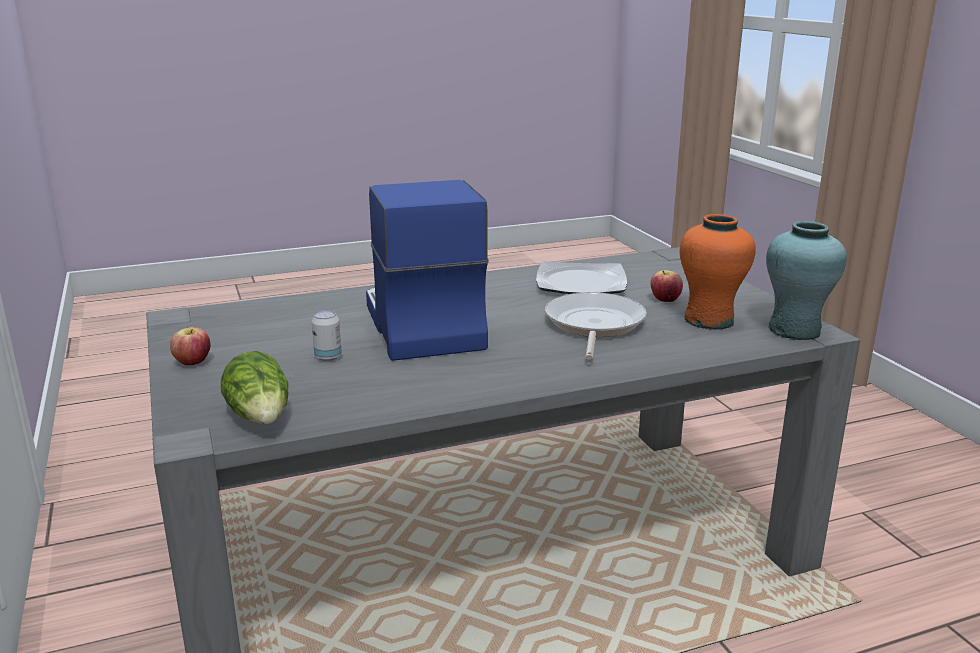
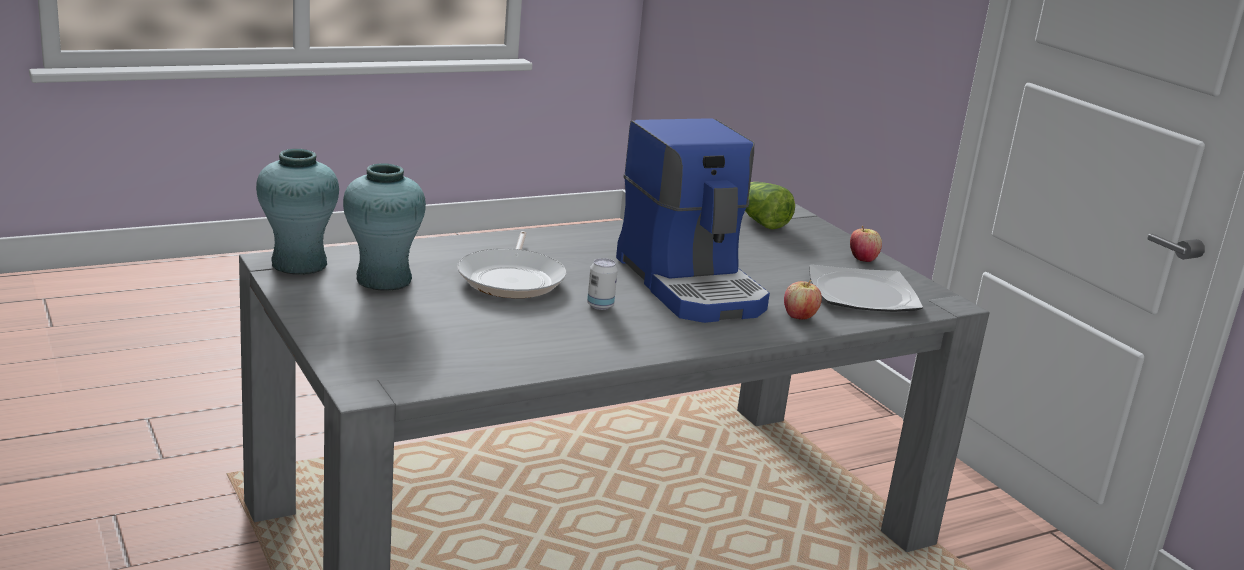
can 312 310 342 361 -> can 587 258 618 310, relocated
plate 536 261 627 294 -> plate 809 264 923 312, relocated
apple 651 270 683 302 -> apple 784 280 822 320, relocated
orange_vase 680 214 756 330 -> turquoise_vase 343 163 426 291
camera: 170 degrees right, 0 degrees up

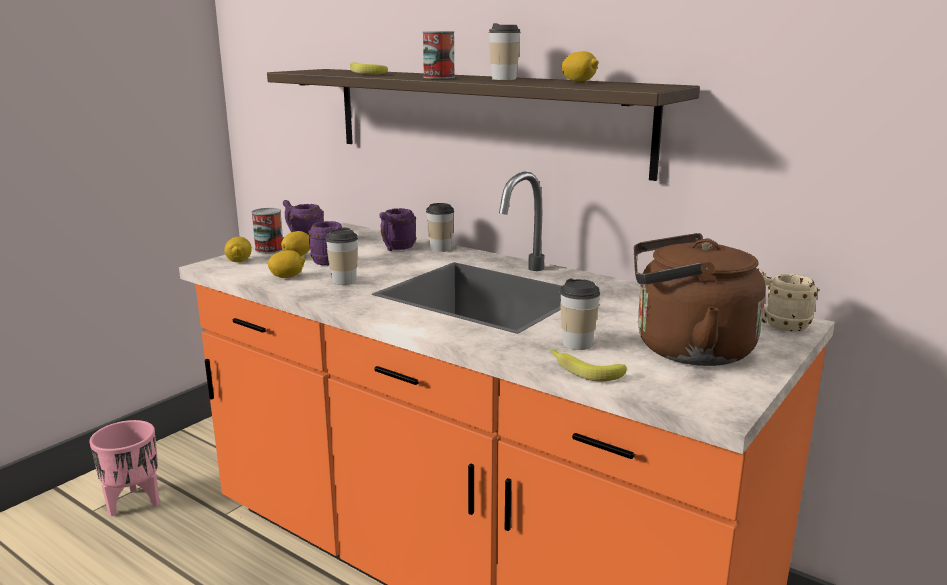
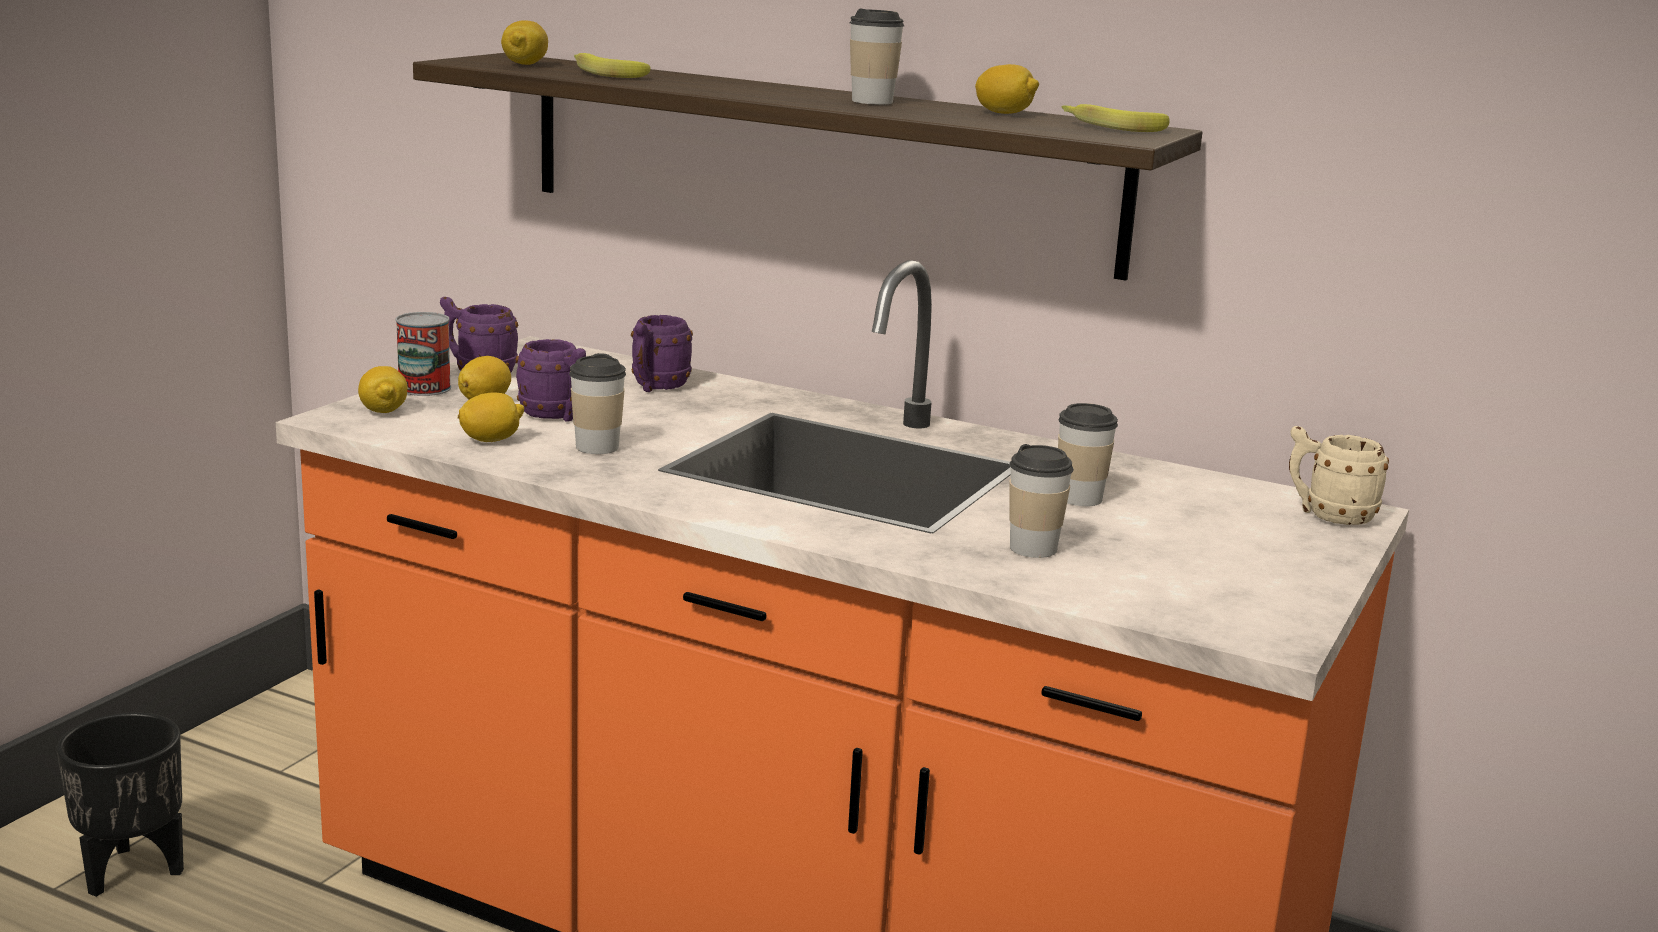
can 422 31 455 79 -> none
brown_kettle 634 233 766 366 -> none
none -> lemon 501 20 548 65
cup 426 203 454 252 -> cup 1058 403 1118 506, relocated
banana 550 350 627 381 -> banana 1061 104 1170 132, relocated
pink_planter 89 420 160 517 -> black_planter 57 712 184 897
camera: 10 degrees left, 0 degrees up

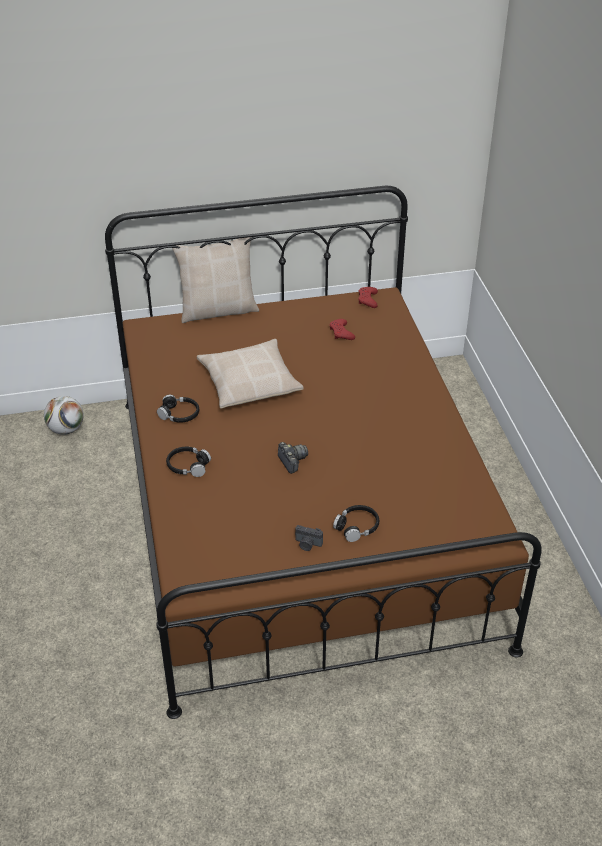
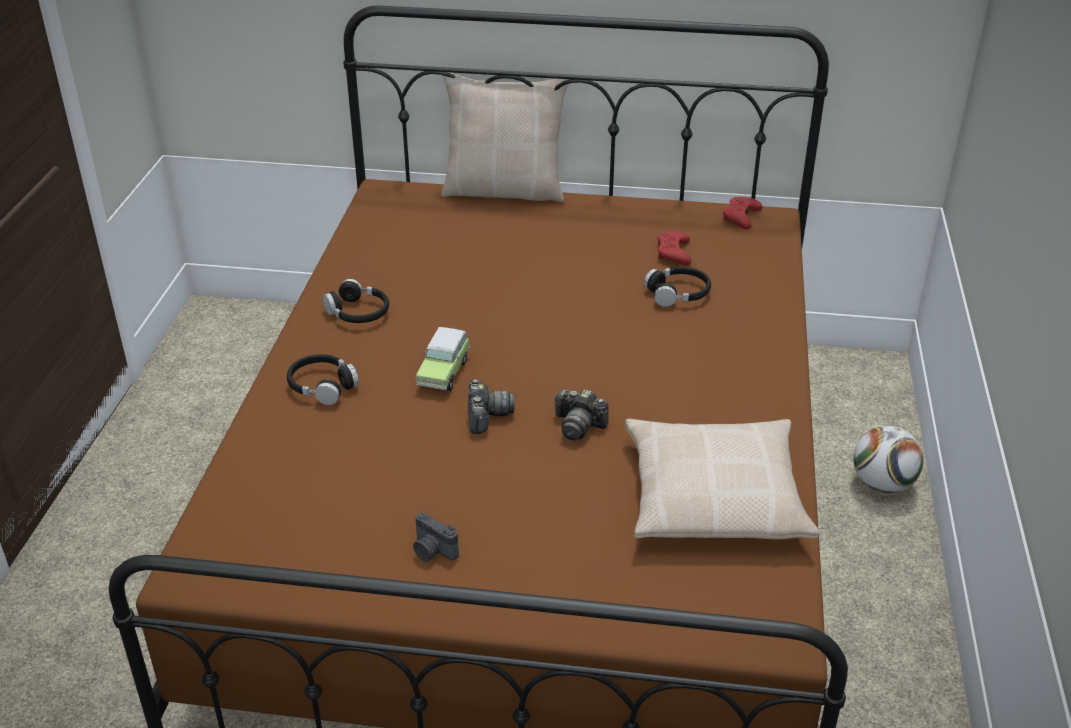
none -> toy_car 415 327 470 391
none -> photo_camera 554 389 609 441
football 44 396 84 435 -> football 853 426 923 493, relocated
beige_pillow 197 339 304 409 -> beige_pillow 625 419 819 539, relocated
black_headphones 333 505 379 542 -> black_headphones 644 267 711 307, relocated
camera: 20 degrees right, 5 degrees down

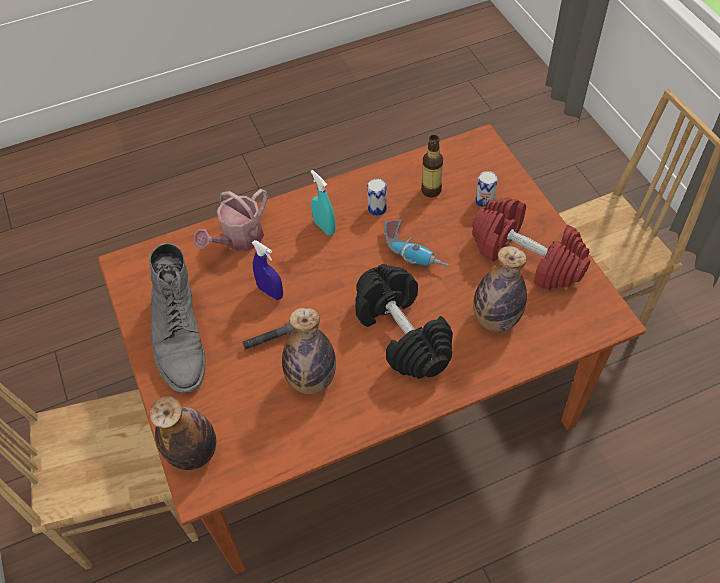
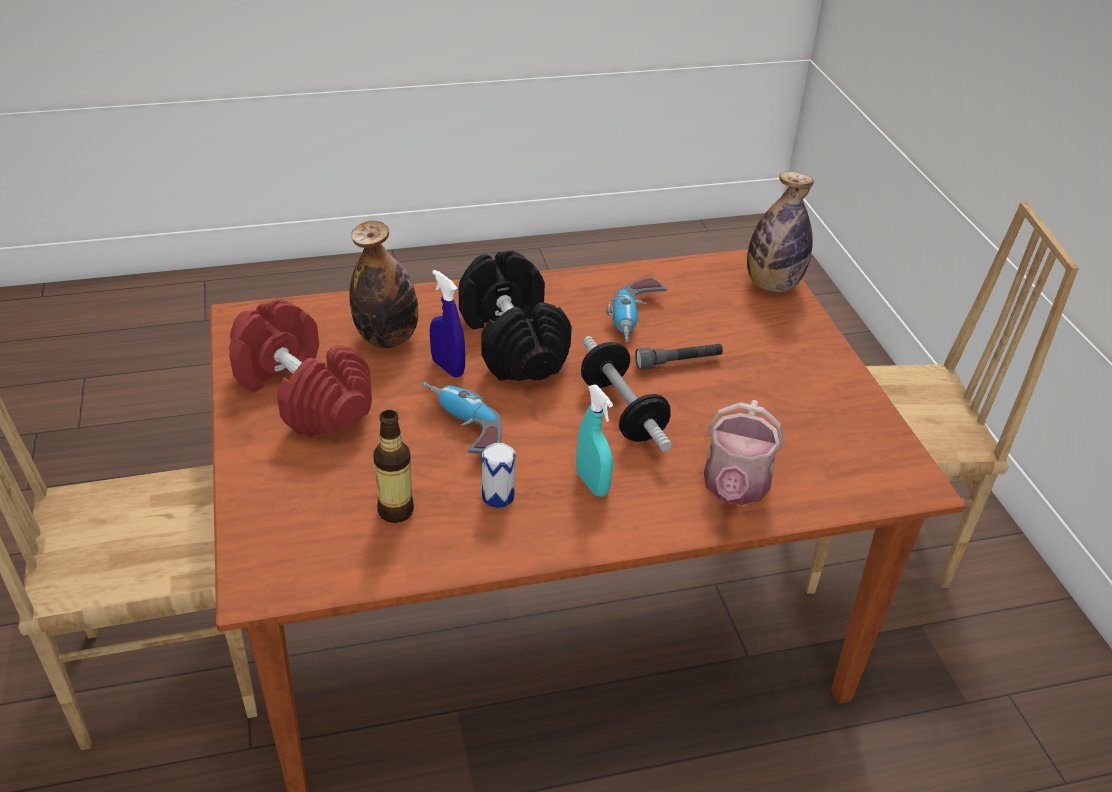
grey_boot 149 243 206 392 -> none
can 475 171 498 208 -> none
none -> dumbbell 581 336 672 452
blue_spray_bottle 252 240 283 300 -> blue_spray_bottle 430 270 465 378, relocated
bottle 282 308 336 394 -> power_drill 606 277 667 342
watering_can 194 189 268 251 -> watering_can 704 400 784 505, 150 degrees clockwise
camera: 175 degrees left, 15 degrees down

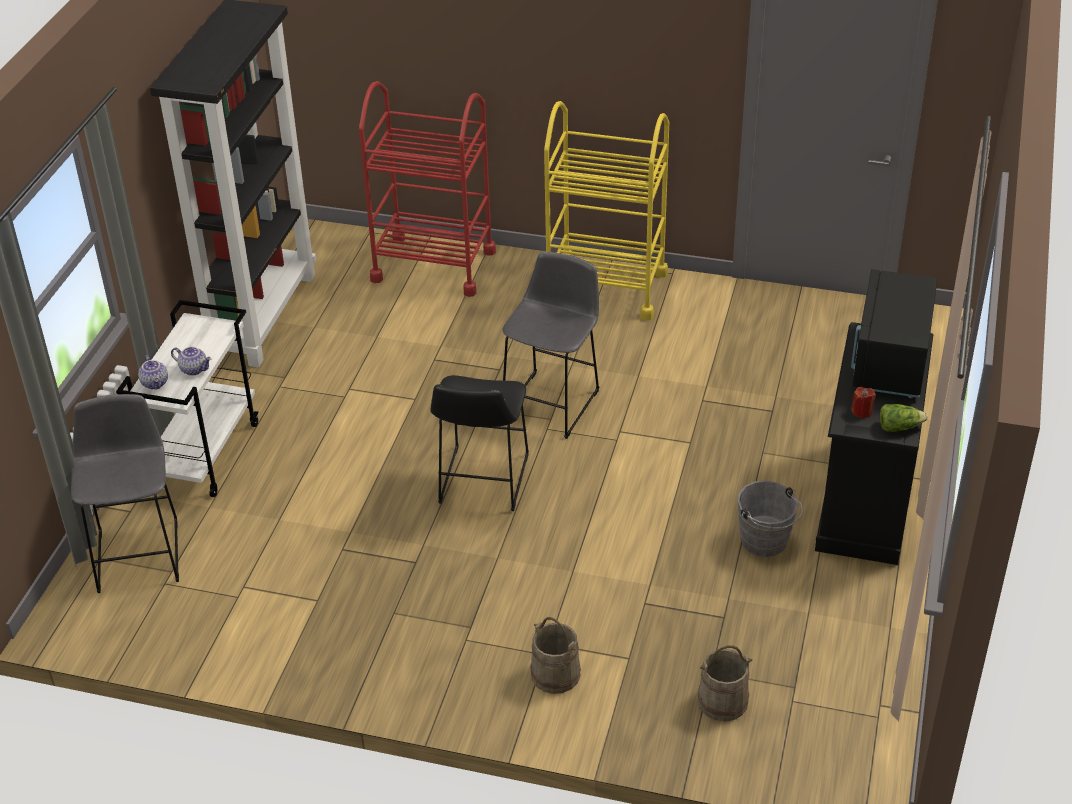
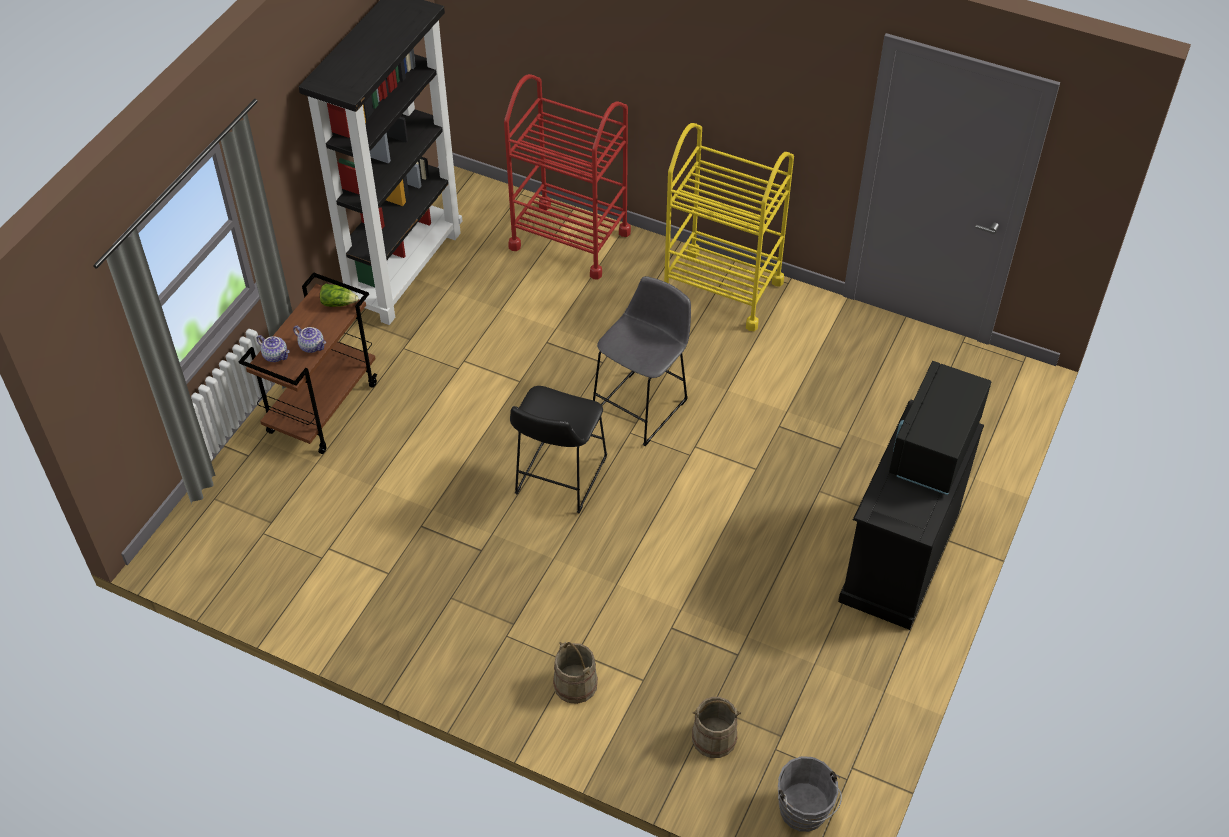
grey_stool 71 394 179 593 -> none
red_candle 851 387 876 418 -> none
grey_bucket 737 480 803 557 -> grey_bucket 778 756 842 832, relocated
lettuce 879 404 928 432 -> lettuce 320 284 358 307, relocated
white_cart 116 300 258 497 -> brown_cart 239 272 377 454
teapot 138 355 168 390 -> teapot 256 335 290 362, 45 degrees counterclockwise
camera: 10 degrees right, 10 degrees up

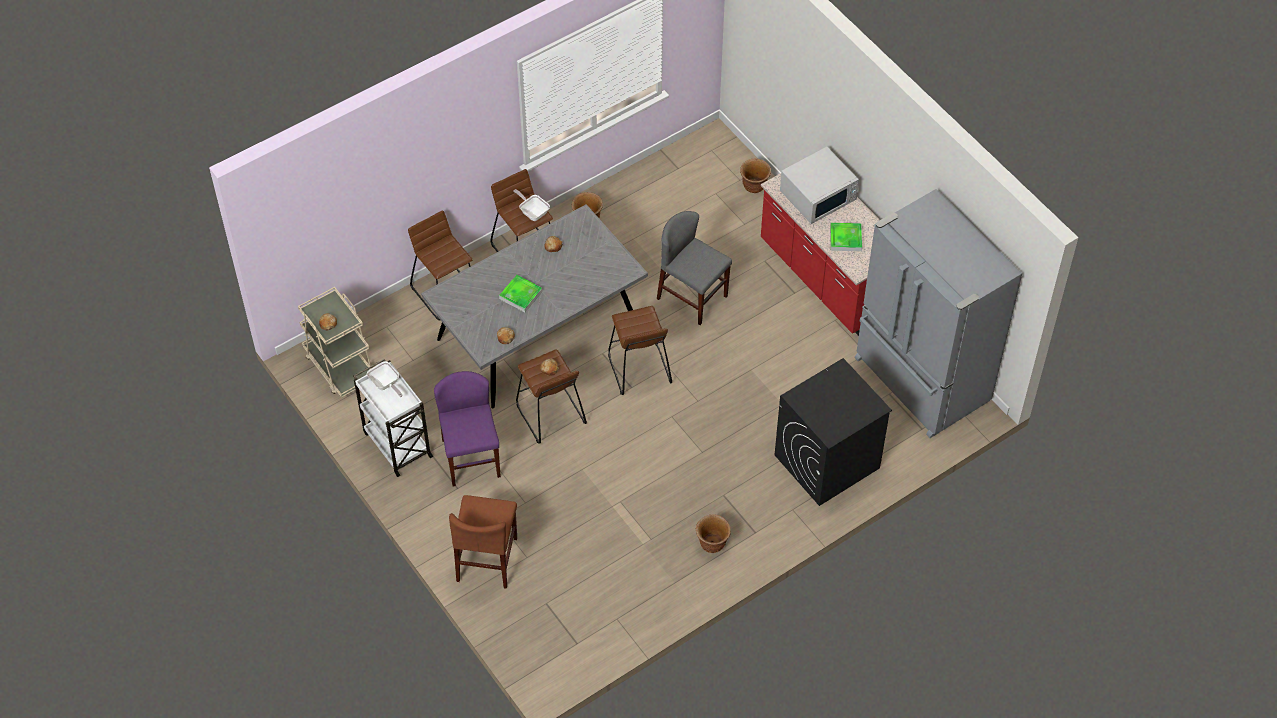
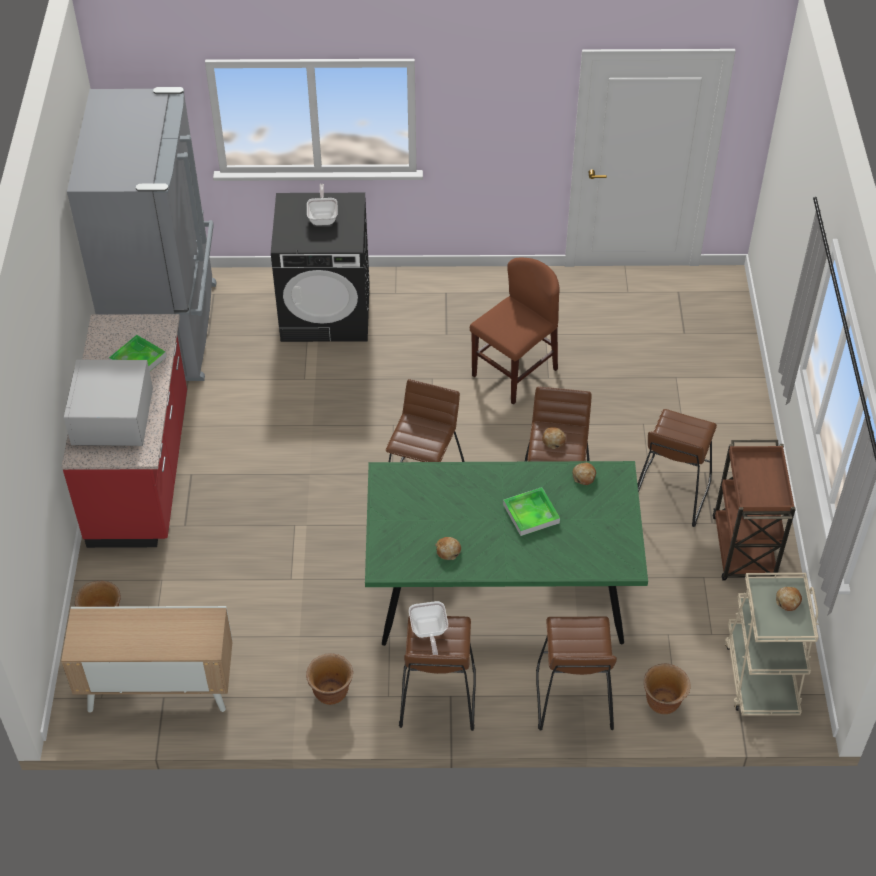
grey_chair 657 211 732 325 -> none
none -> cabinet 61 606 233 713
frying_pan 367 361 402 397 -> frying_pan 307 184 338 225, relocated
brown_chair 449 495 517 589 -> brown_chair 470 258 560 405, relocated
brown_planter 696 514 731 553 -> brown_planter 644 664 691 714, relocated
purple_chair 434 371 501 486 -> brown_stool 638 409 717 527
white_cart 354 359 433 477 -> brown_cart 712 440 796 580
grey_dining_table 421 204 648 408 -> green_dining_table 365 461 648 646
white_microwave 780 147 859 224 -> white_microwave 64 360 153 446, 90 degrees counterclockwise
camera: 145 degrees left, 5 degrees down

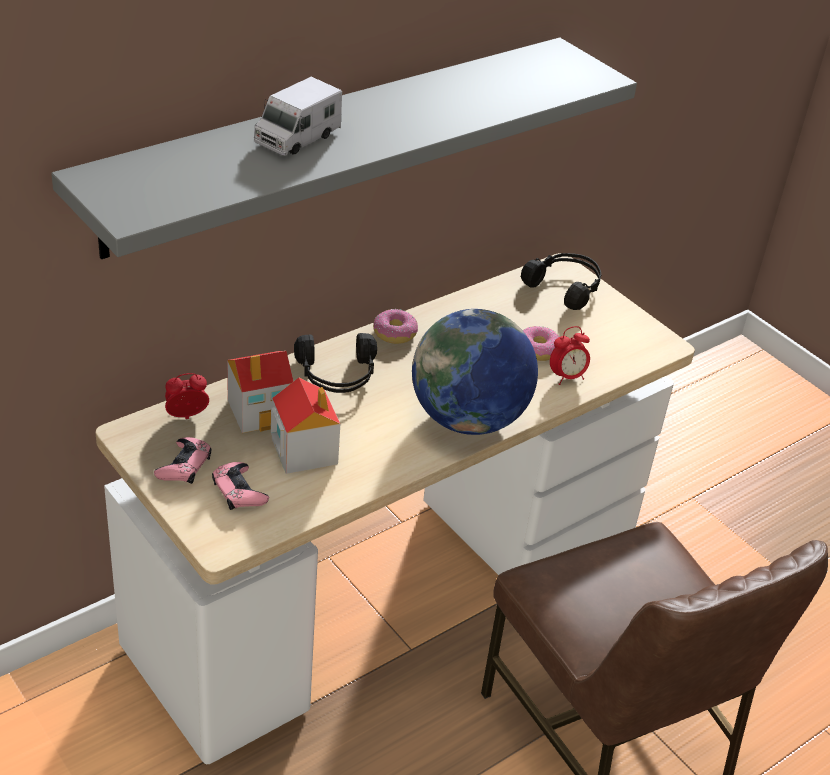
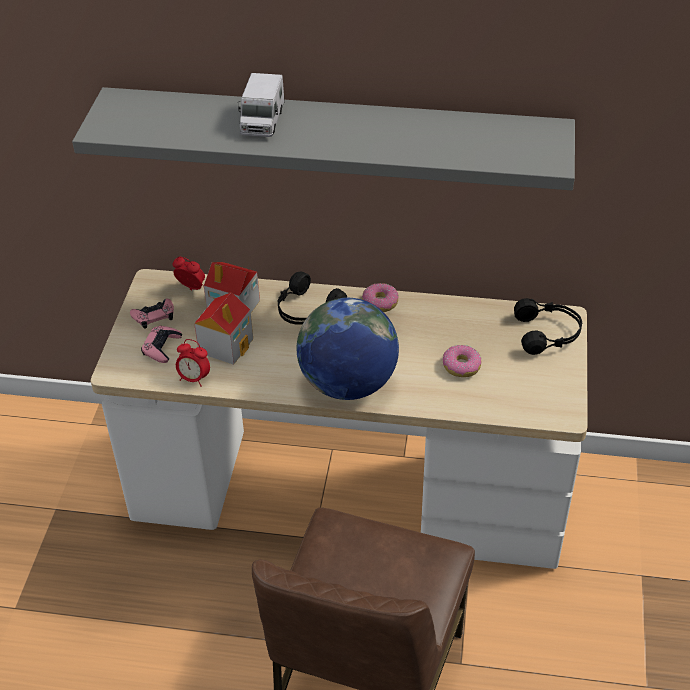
alarm_clock 550 326 590 385 -> alarm_clock 176 339 210 387, relocated
toy_truck 254 77 342 155 -> toy_truck 238 73 285 137, 75 degrees counterclockwise
camera: 50 degrees right, 5 degrees up

